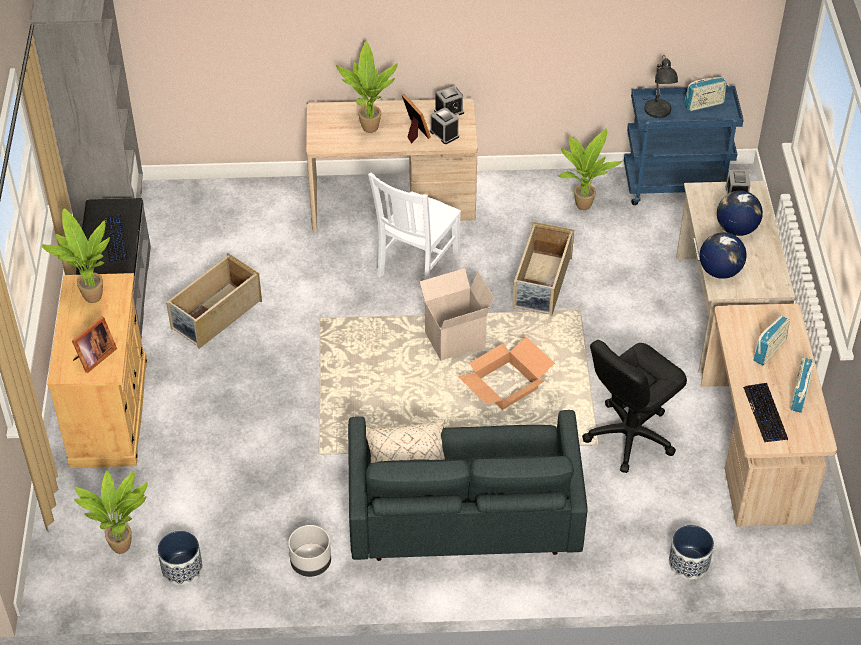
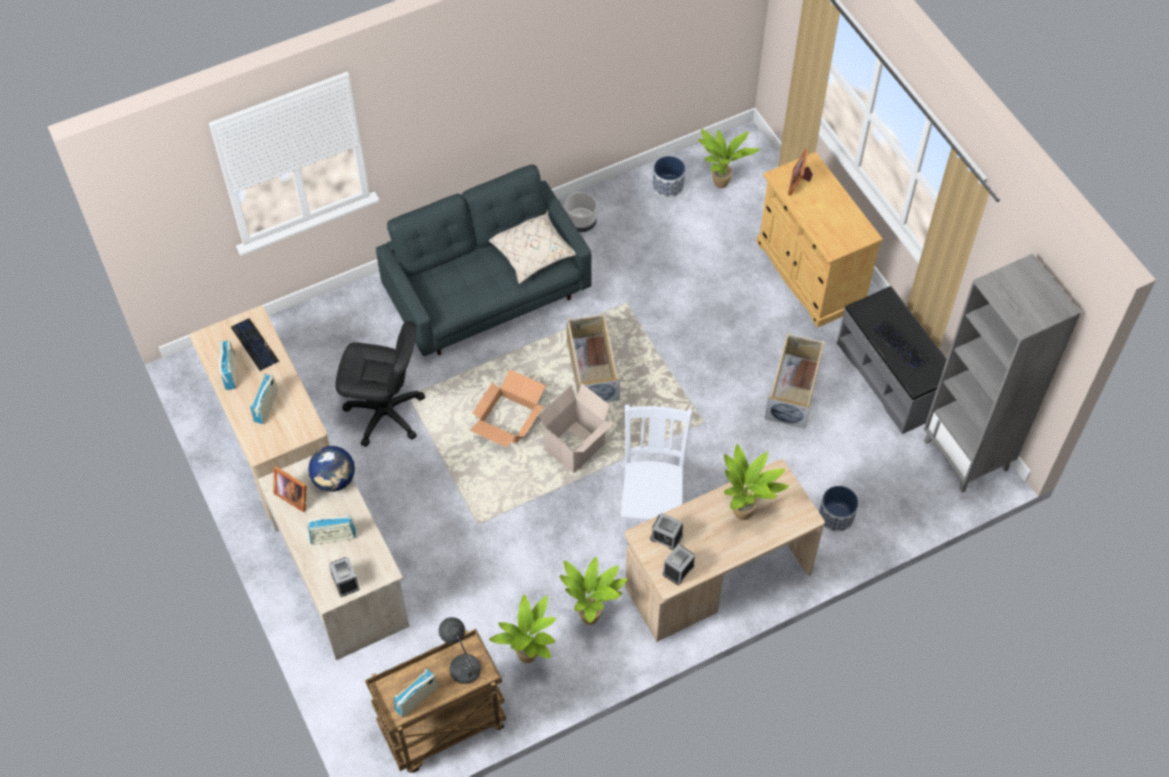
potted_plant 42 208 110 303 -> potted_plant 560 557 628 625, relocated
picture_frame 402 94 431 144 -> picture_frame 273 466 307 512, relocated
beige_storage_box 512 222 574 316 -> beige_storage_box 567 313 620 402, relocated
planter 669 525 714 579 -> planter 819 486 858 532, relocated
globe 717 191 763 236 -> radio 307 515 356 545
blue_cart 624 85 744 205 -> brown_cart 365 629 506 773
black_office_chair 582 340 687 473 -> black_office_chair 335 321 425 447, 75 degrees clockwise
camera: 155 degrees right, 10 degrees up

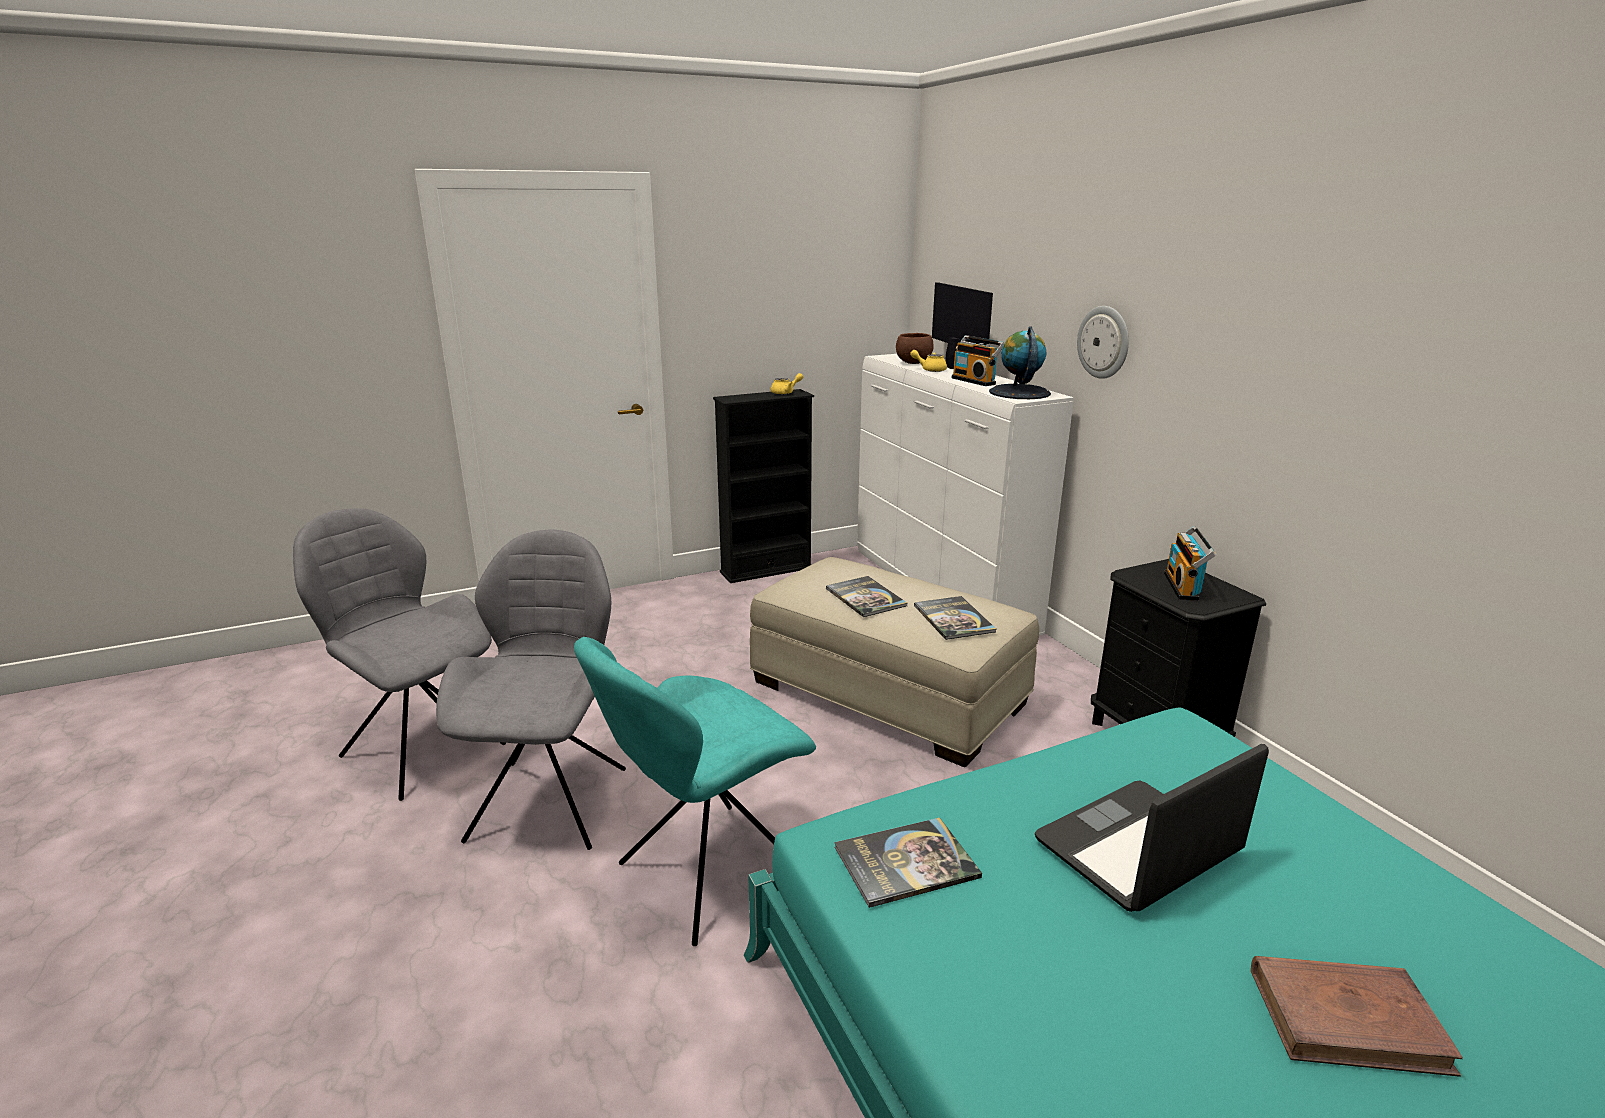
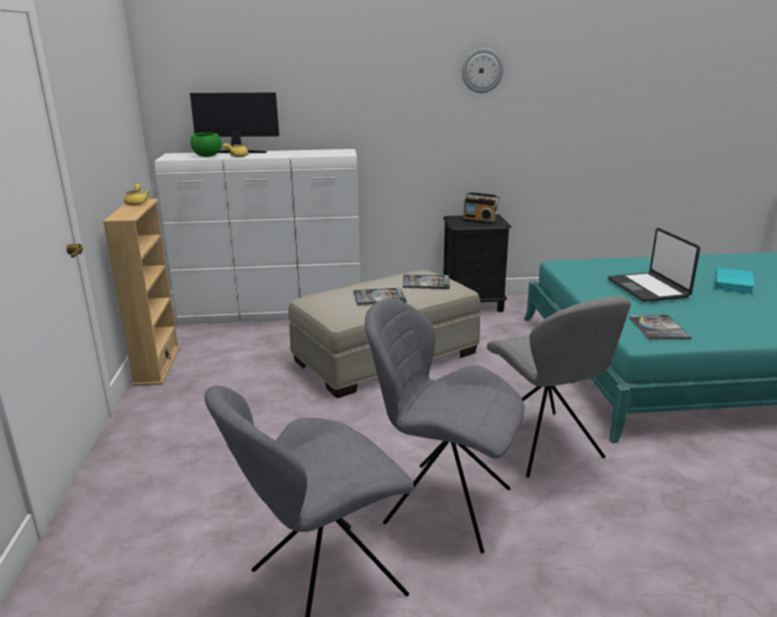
radio 952 335 1004 386 -> none
globe 989 326 1051 399 -> none
wall_clock 1077 306 1129 379 -> wall_clock 462 48 504 93, relocated
turquoise_chair 574 637 816 946 -> grey_chair 487 296 631 478
black_bookcase 713 389 814 583 -> beige_bookcase 103 199 180 386
brown_bowl 896 333 934 364 -> green_bowl 191 133 222 157
brown_book 1251 956 1463 1077 -> turquoise_book 715 268 755 294
camera: 70 degrees left, 0 degrees up

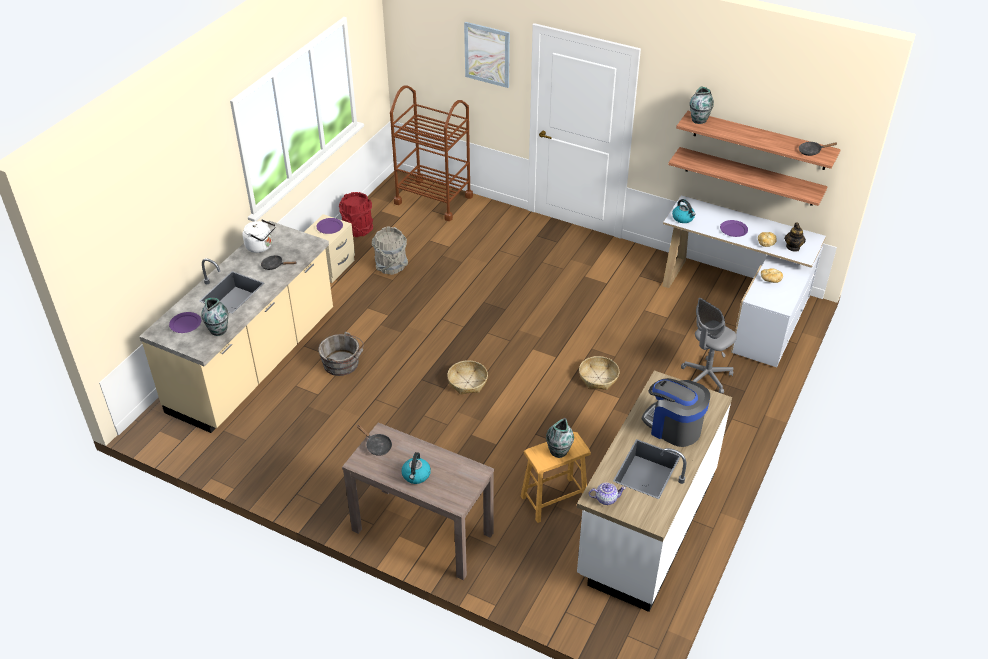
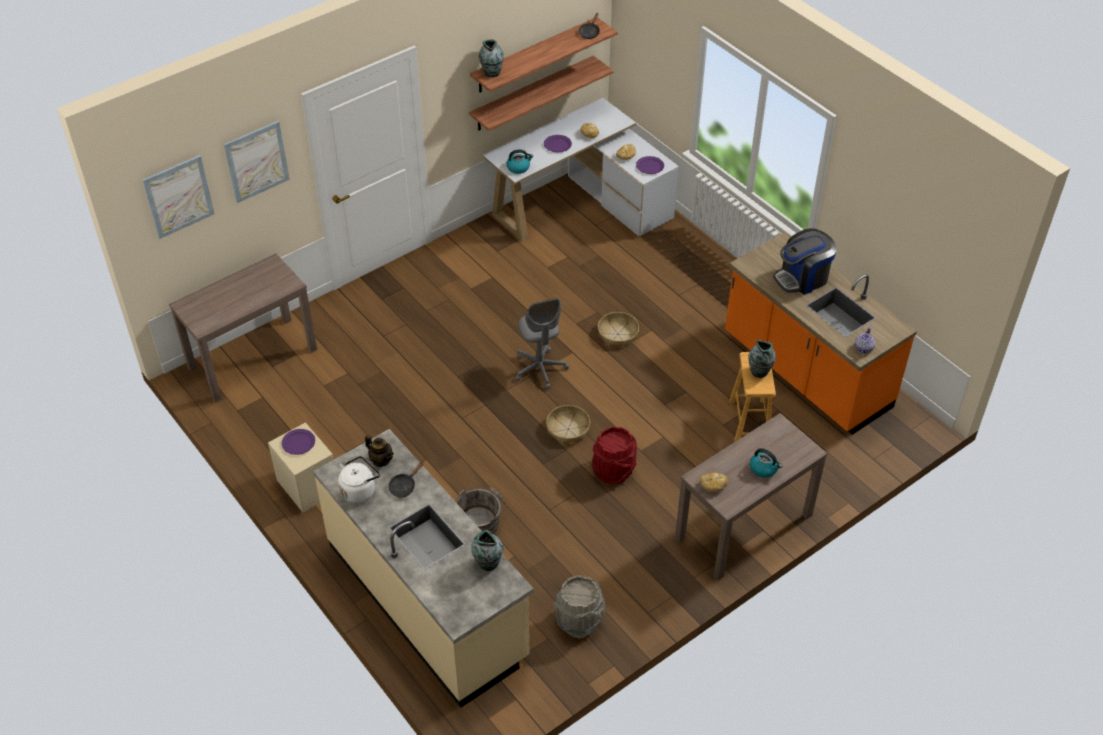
none -> picture 142 155 215 239
purple_plate 169 312 201 333 -> purple_plate 636 156 664 174, relocated
red_bucket 339 192 373 237 -> red_bucket 592 426 637 484, relocated
grey_bucket 372 226 408 275 -> grey_bucket 553 575 606 638, relocated
grey_office_chair 681 298 737 394 -> grey_office_chair 515 298 569 389, relocated
teapot 784 222 806 252 -> teapot 365 435 394 467, relocated
black_frying_pan 357 425 392 456 -> bread 700 472 728 492
brown_cart 390 85 473 221 -> brown_console_table 169 254 317 402
white_counter 577 370 732 612 -> orange_counter 725 232 917 435
camera: 65 degrees left, 5 degrees up

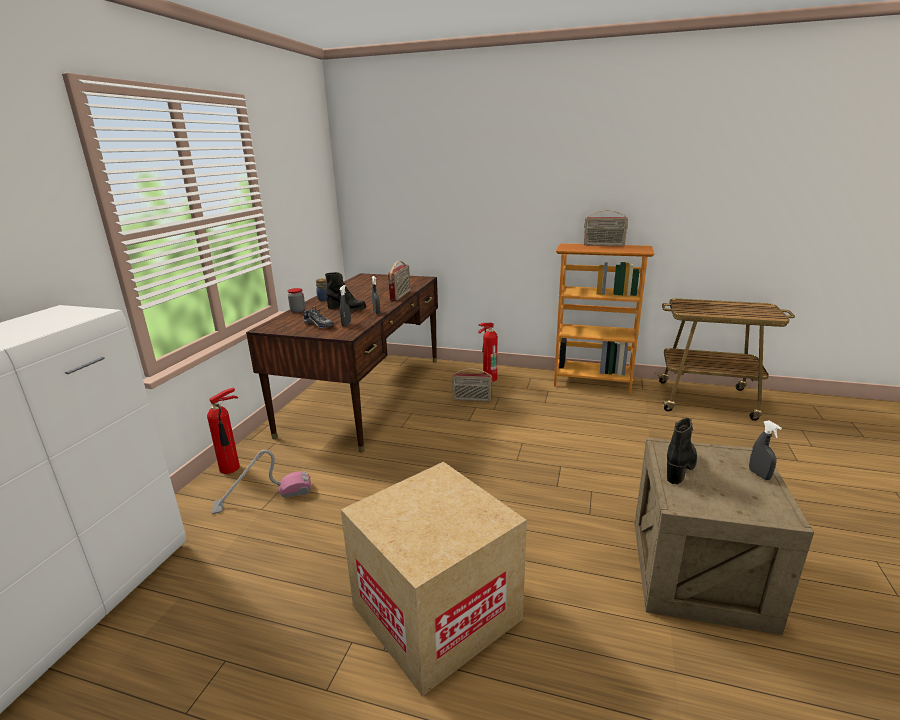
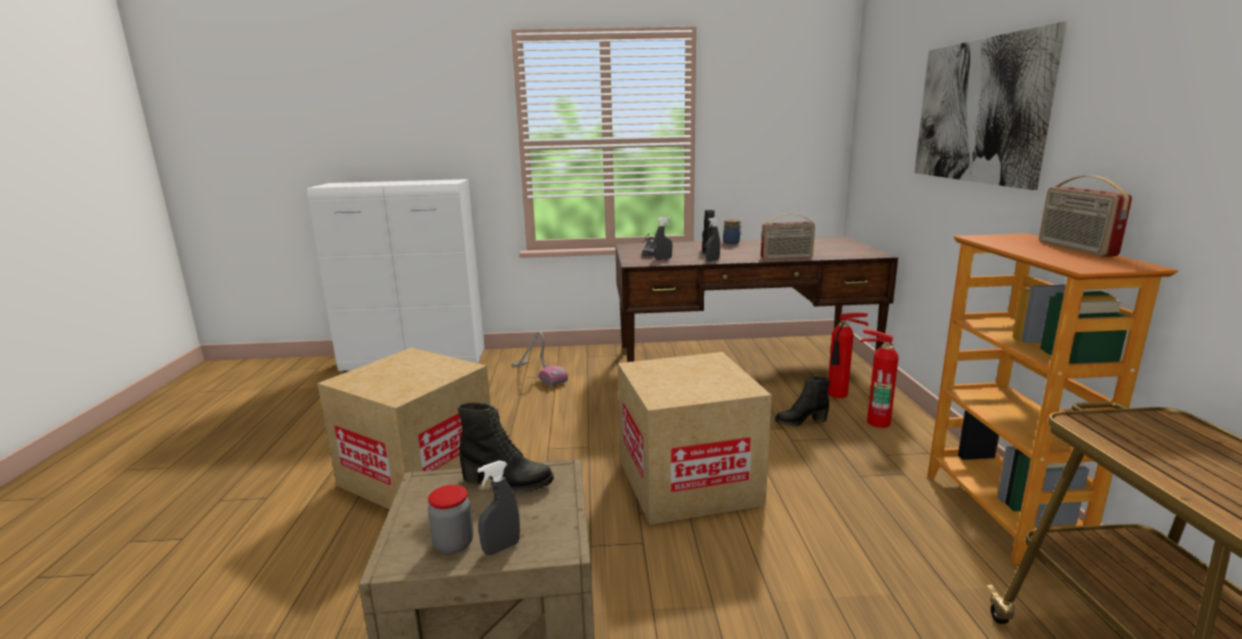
none -> cardboard_box 618 352 772 525
none -> picture 914 22 1067 190
fire_extinguisher 207 388 240 474 -> fire_extinguisher 828 313 869 398, relocated
jar 288 288 305 313 -> jar 428 485 473 554, relocated
radio 452 368 492 402 -> black_boot 775 376 830 426
camera: 70 degrees right, 5 degrees down

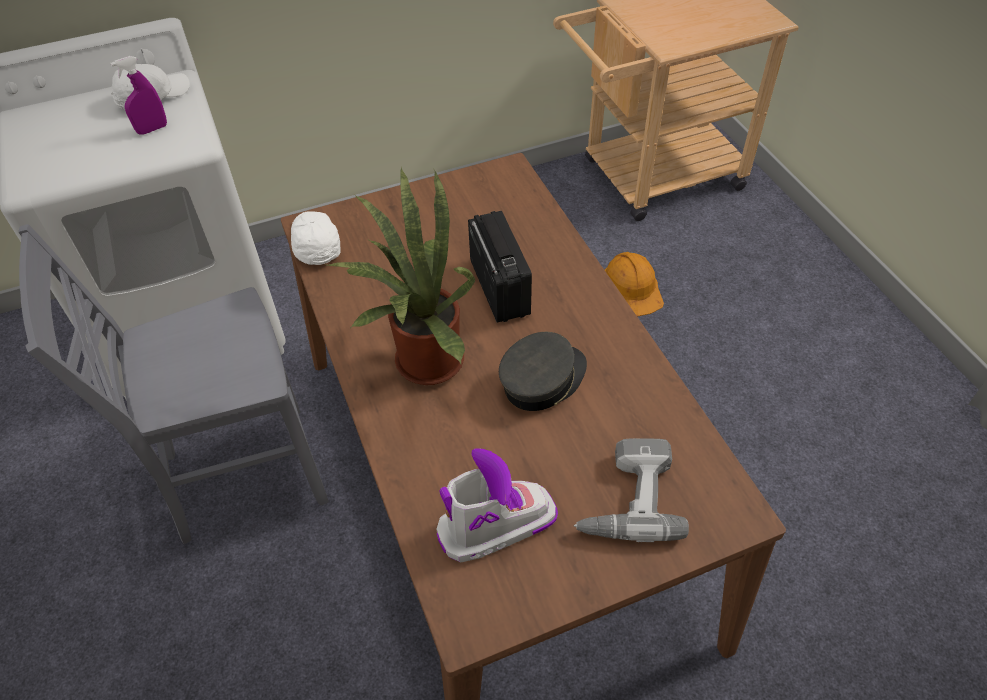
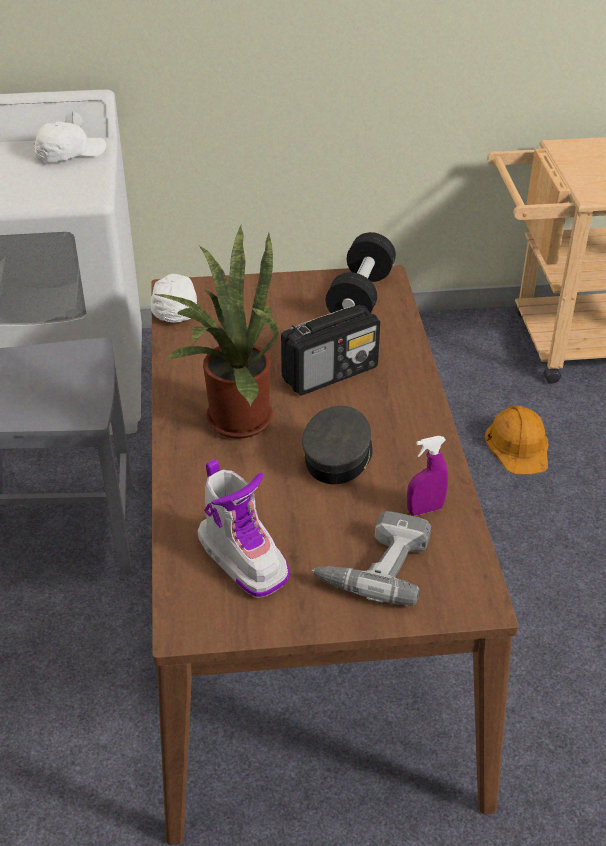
none -> black_dumbbell 326 232 396 313
purple_spray_bottle 110 56 167 135 -> purple_spray_bottle 407 436 448 515, relocated
boot 436 448 558 563 -> boot 198 459 289 598, 60 degrees clockwise
radio 468 211 532 323 -> radio 281 305 380 396, 60 degrees clockwise
grey_cap 499 332 587 411 -> grey_cap 302 405 373 484, 45 degrees counterclockwise
camera: 15 degrees right, 10 degrees down

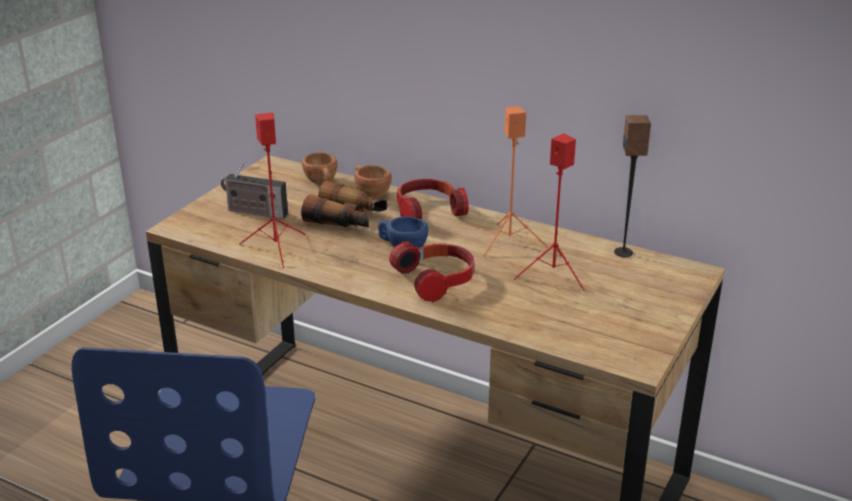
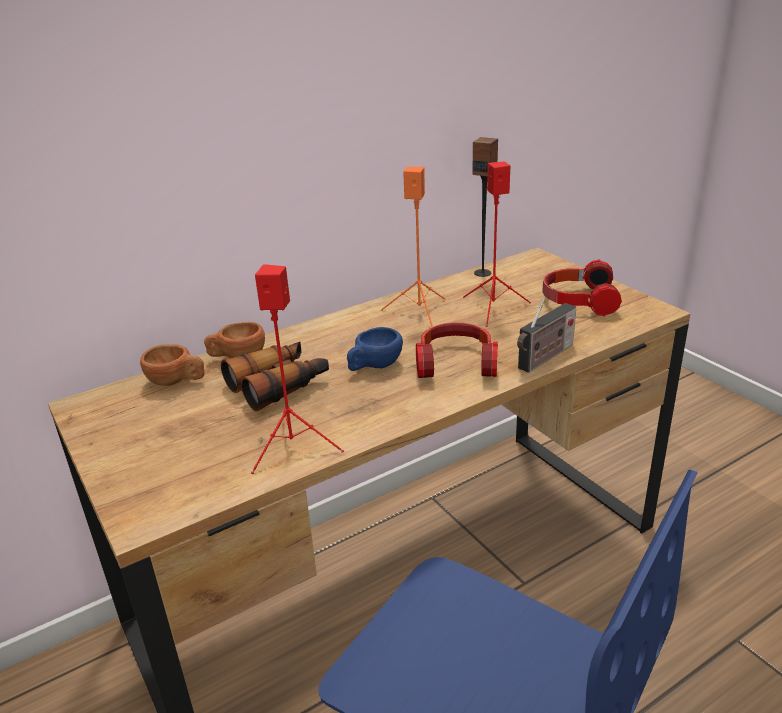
radio 221 160 288 219 -> radio 517 298 576 373, relocated
headphones 397 178 469 220 -> headphones 542 259 622 316, relocated
camera: 60 degrees left, 0 degrees up

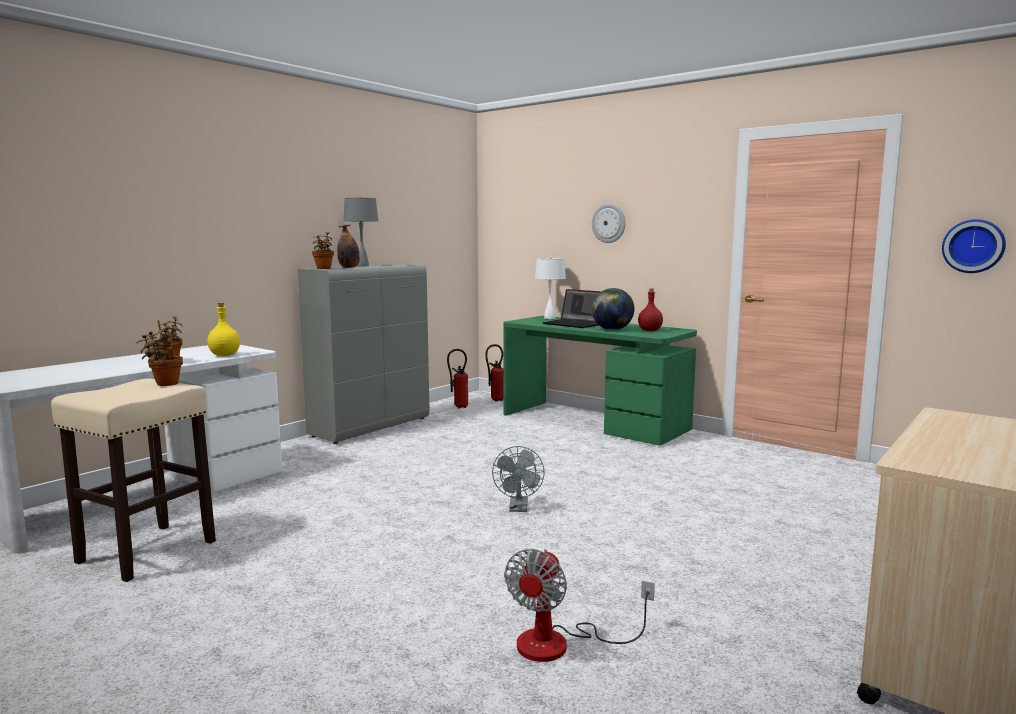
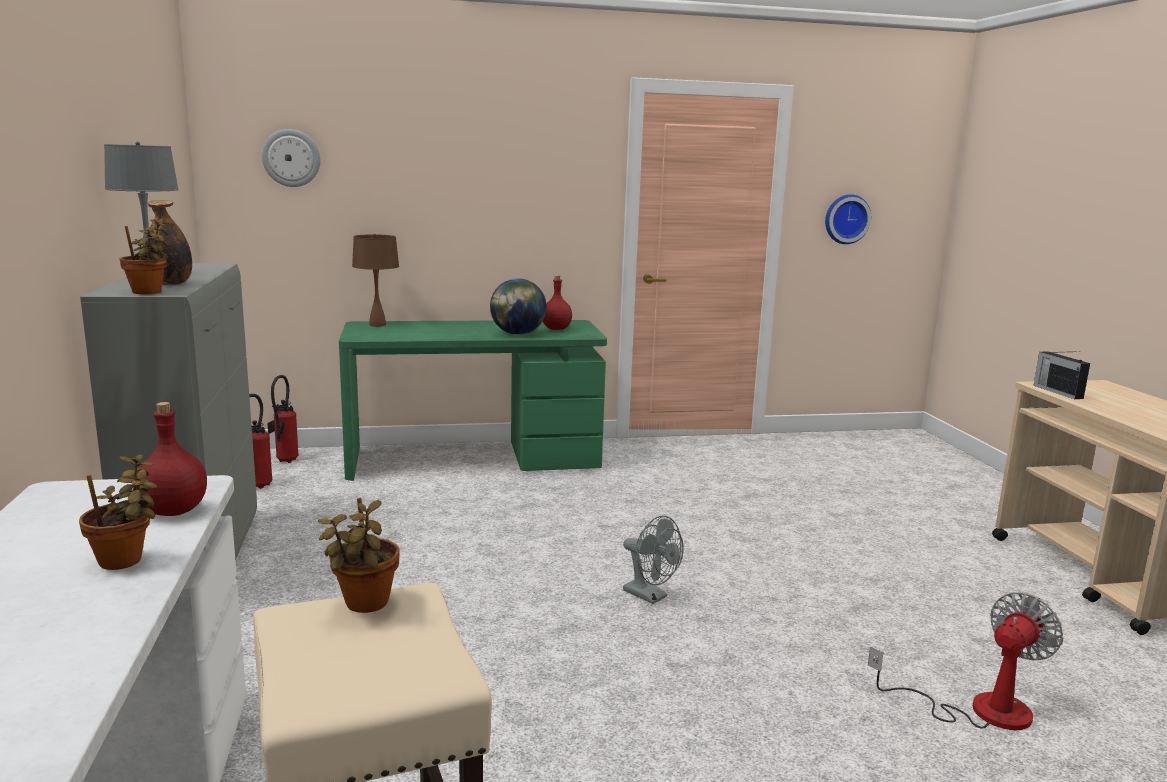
laptop 542 289 602 328 -> none
none -> radio 1033 351 1090 399
wall_clock 592 204 626 243 -> wall_clock 262 129 320 187, relocated
yellow_bottle 207 303 240 356 -> red_bottle 136 402 207 516
white_table_lamp 535 256 566 319 -> brown_table_lamp 352 234 399 327
fan 504 549 655 662 -> fan 868 592 1063 730, 105 degrees counterclockwise
camera: 50 degrees left, 5 degrees up

